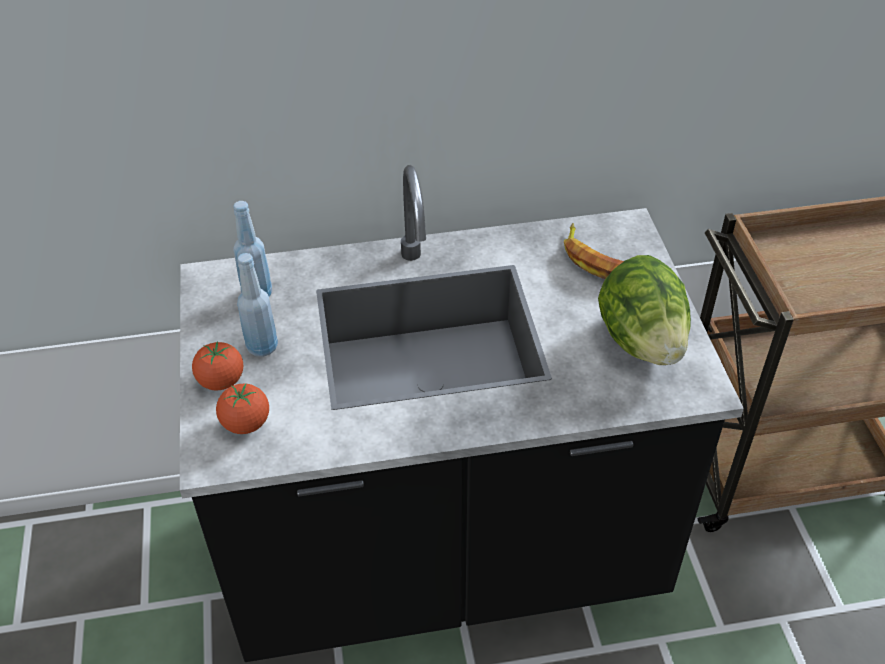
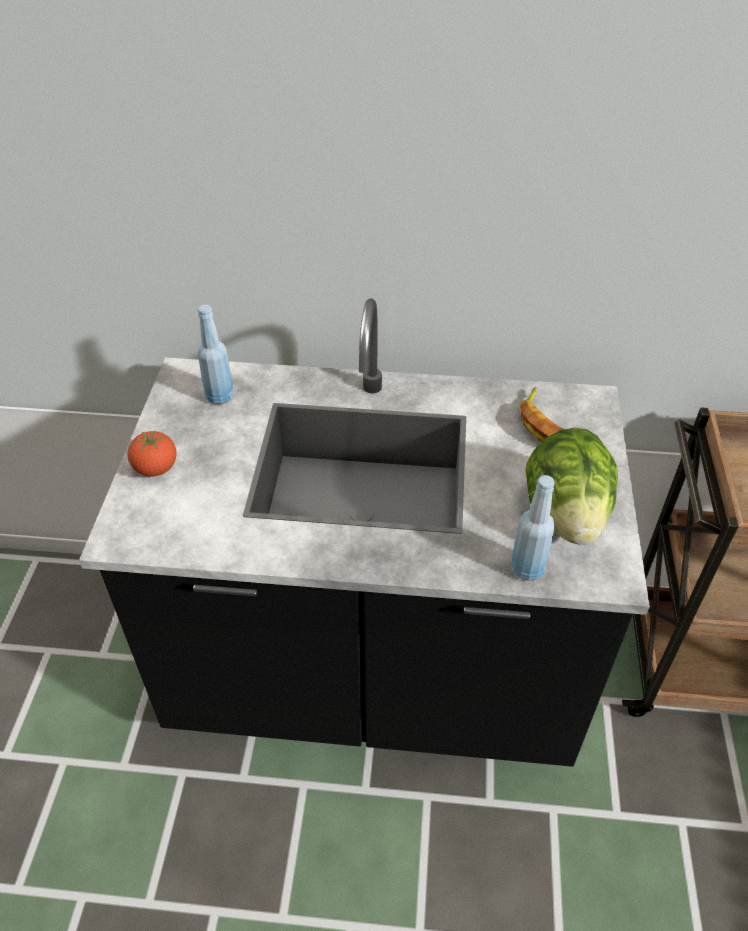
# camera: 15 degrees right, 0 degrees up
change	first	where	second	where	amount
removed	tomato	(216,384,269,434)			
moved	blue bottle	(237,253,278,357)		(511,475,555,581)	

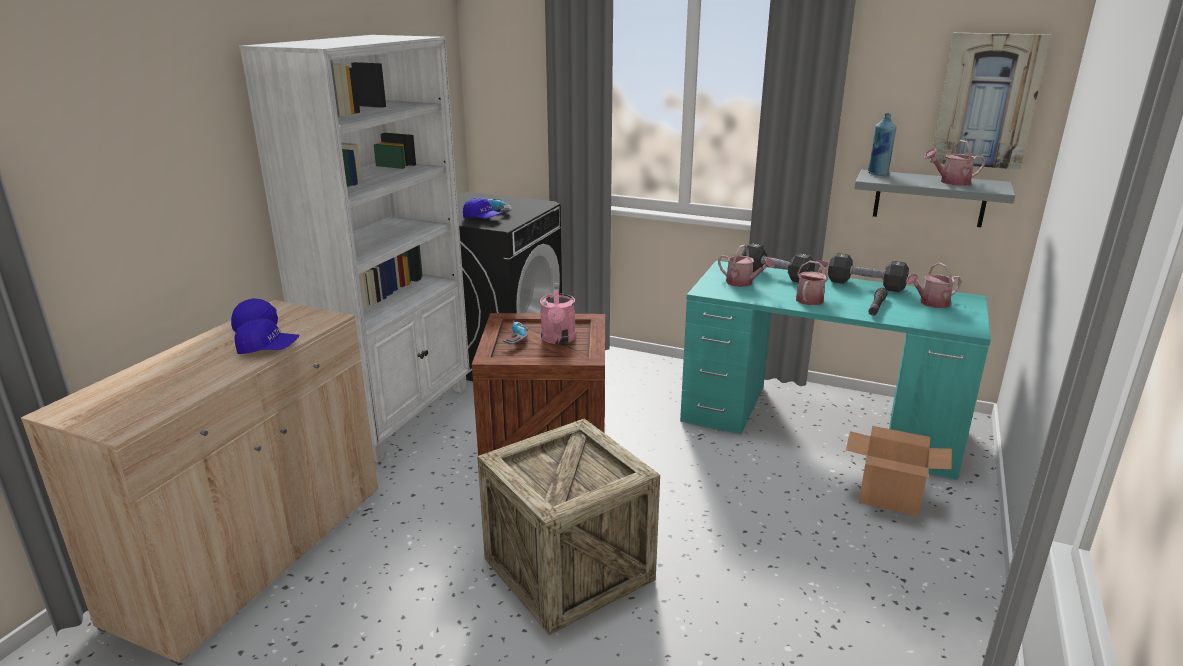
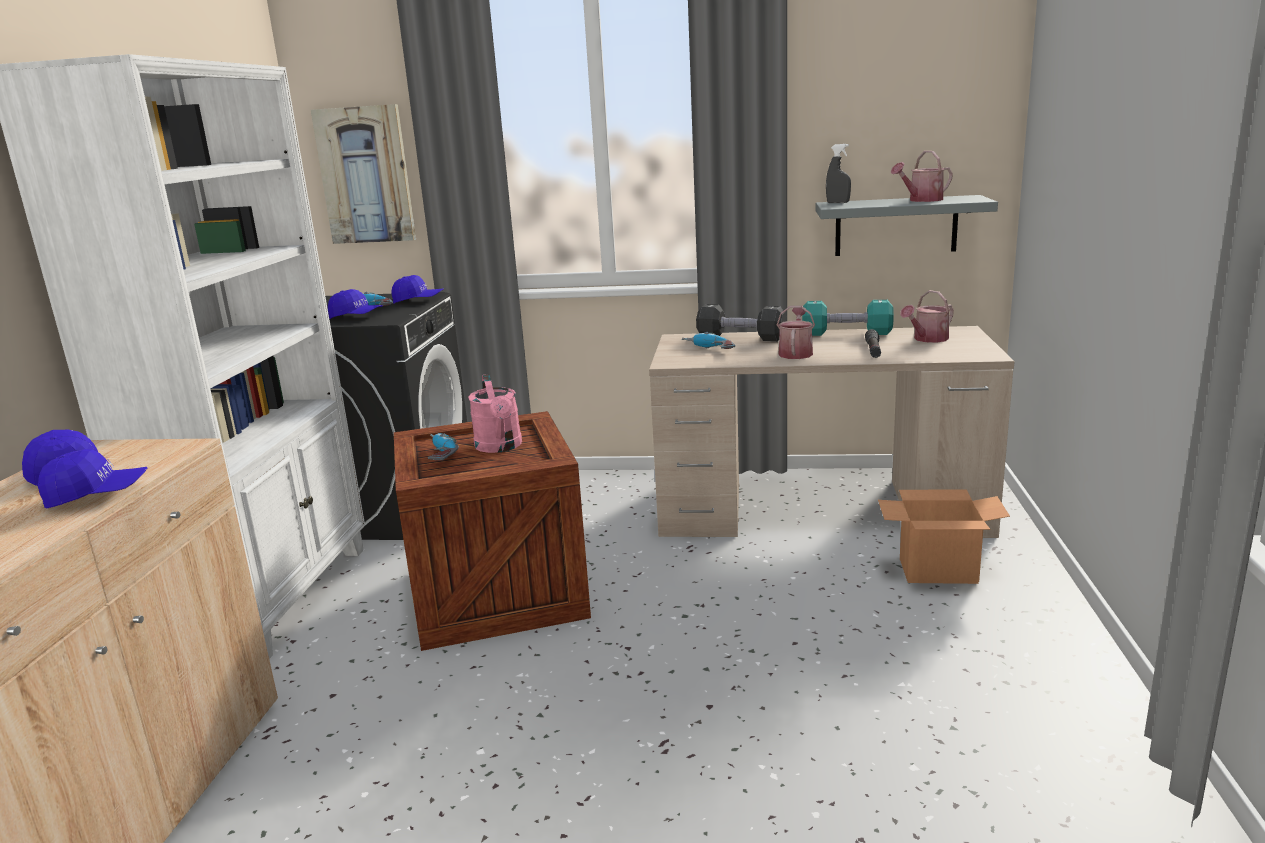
# camera: 15 degrees left, 5 degrees down
change	first	where	second	where	amount
removed	crate	(477,419,660,635)			
recoloured	turquoise desk	(680,261,991,480)	beige desk	(649,326,1015,538)	
replaced	watering can	(718,244,774,287)	power drill	(682,332,735,349)	
recoloured	black dumbbell	(828,253,909,292)	turquoise dumbbell	(802,300,894,336)	
replaced	blue bottle	(867,113,896,176)	grey spray bottle	(826,144,851,203)	
moved	picture	(930,33,1051,170)		(311,104,416,244)	
added			blue cap	(391,275,443,304)	

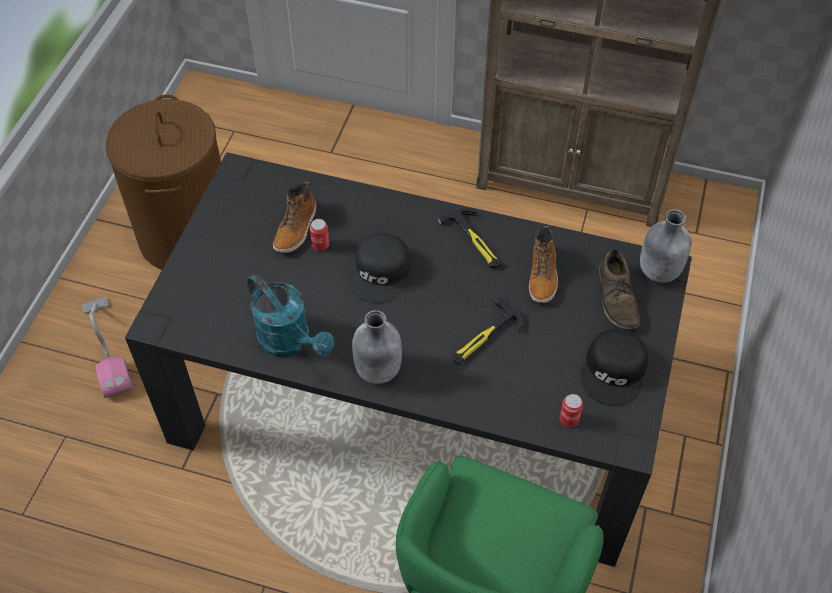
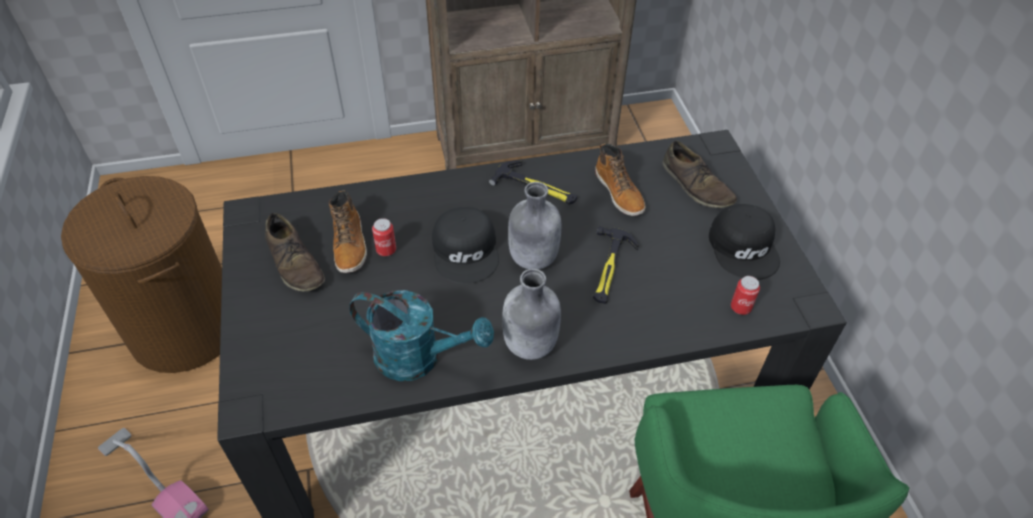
# camera: 30 degrees left, 5 degrees down
change	first	where	second	where	amount
moved	grey bottle	(640,210,691,283)		(508,182,561,269)	
added			brown shoe	(265,213,325,292)	

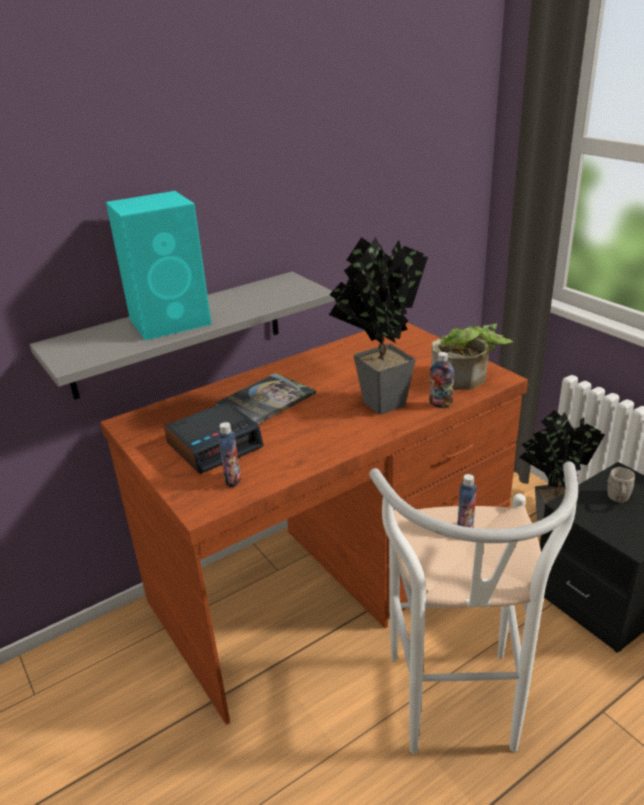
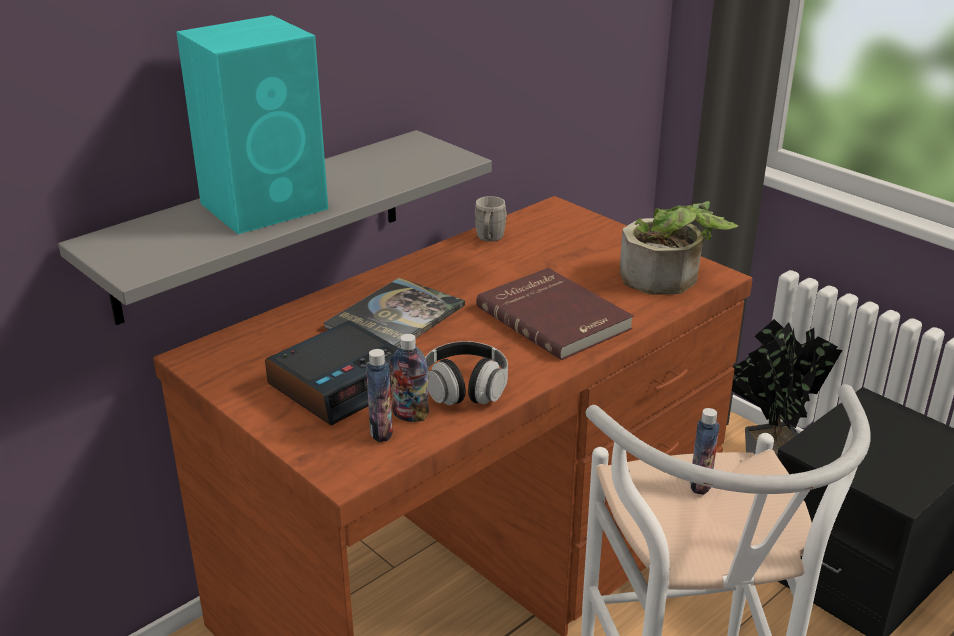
# camera: 10 degrees left, 0 degrees up
change	first	where	second	where	amount
replaced	potted plant	(329,236,428,414)	red book	(476,268,634,360)	
moved	bottle	(429,352,454,408)		(390,334,429,422)	
moved	grey mug	(607,467,635,503)		(474,196,507,242)	
added			headphones	(425,341,508,405)	

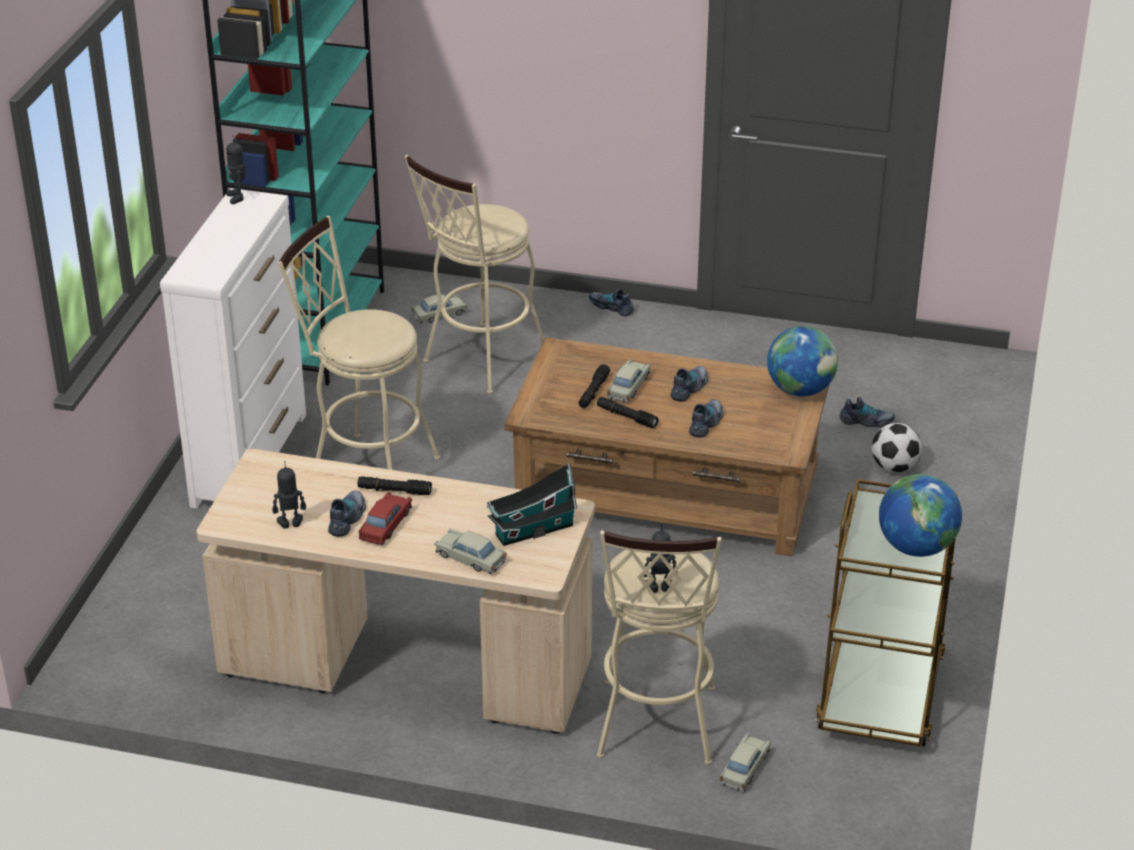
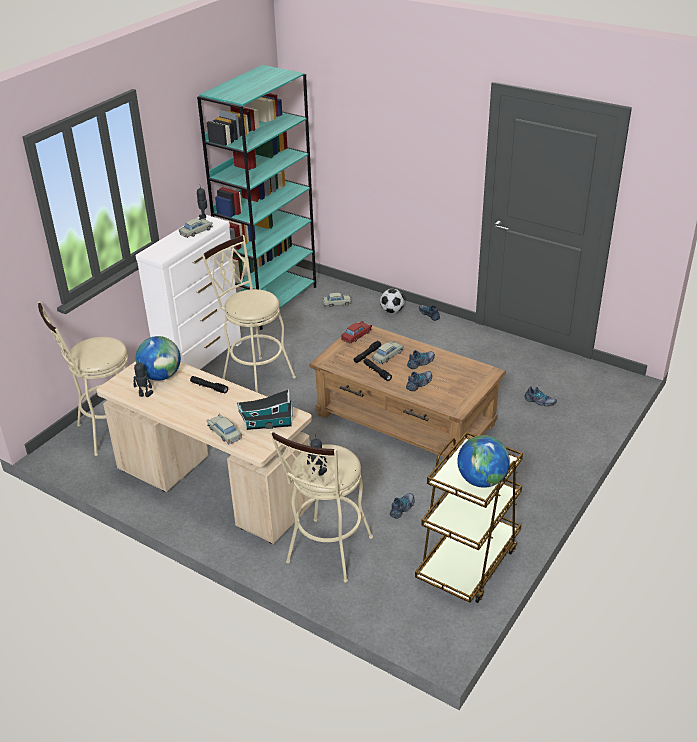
# camera: 20 degrees right, 0 degrees up
change	first	where	second	where	amount
moved	shoe	(328,491,366,537)		(390,493,414,518)	
moved	red toy car	(359,492,412,545)		(341,321,372,344)	
moved	beige stool	(405,155,544,394)		(38,301,128,456)	
moved	beige toy car	(719,733,771,791)		(179,218,213,238)	
moved	globe	(767,326,838,397)		(136,336,181,381)	
moved	football	(871,423,922,473)		(380,289,405,313)	

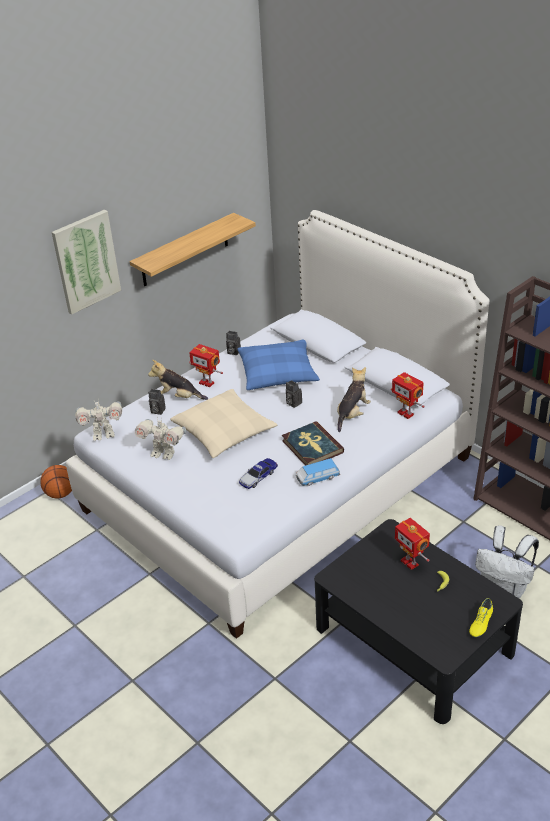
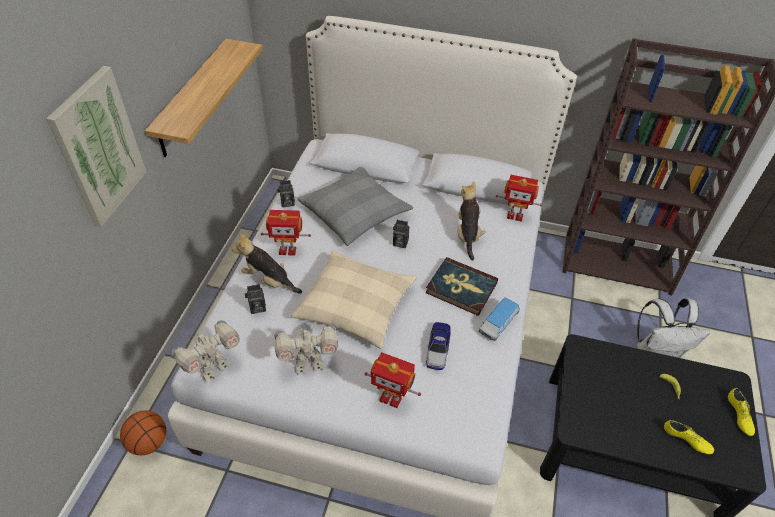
# camera: 35 degrees left, 10 degrees up
change	first	where	second	where	amount
turned	plush toy	(148,360,208,400)		(232,233,302,294)	45 degrees clockwise
recoloured	blue pillow	(237,339,320,390)	grey pillow	(298,167,413,246)	
moved	toy robot	(395,518,430,570)		(364,352,421,408)	
added			yellow shoe	(664,420,714,454)	

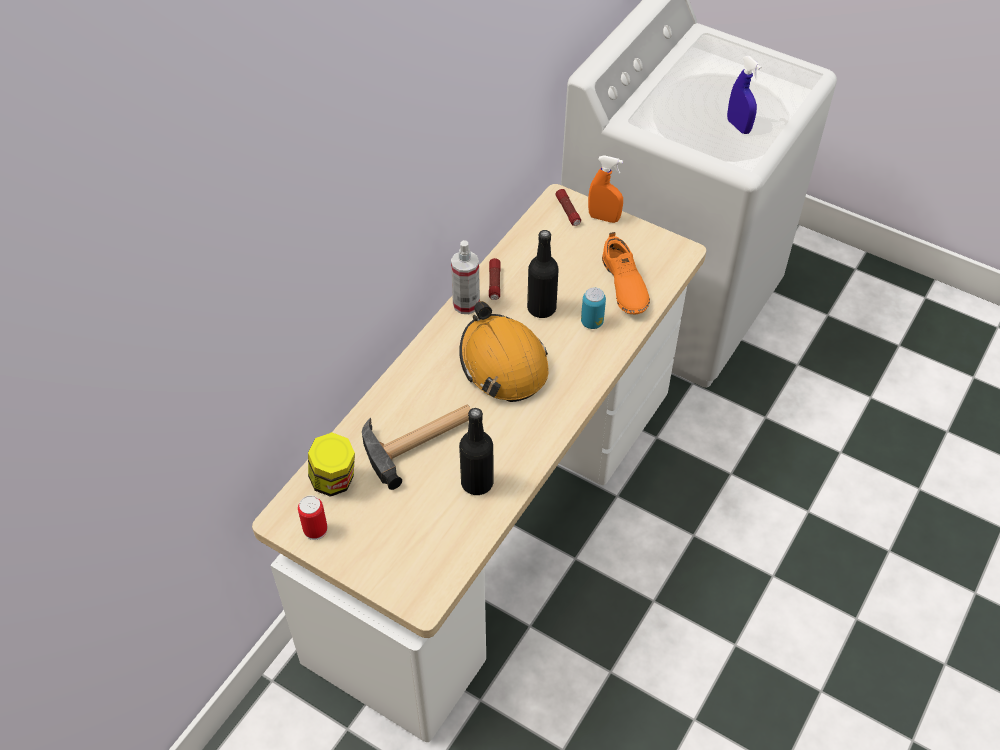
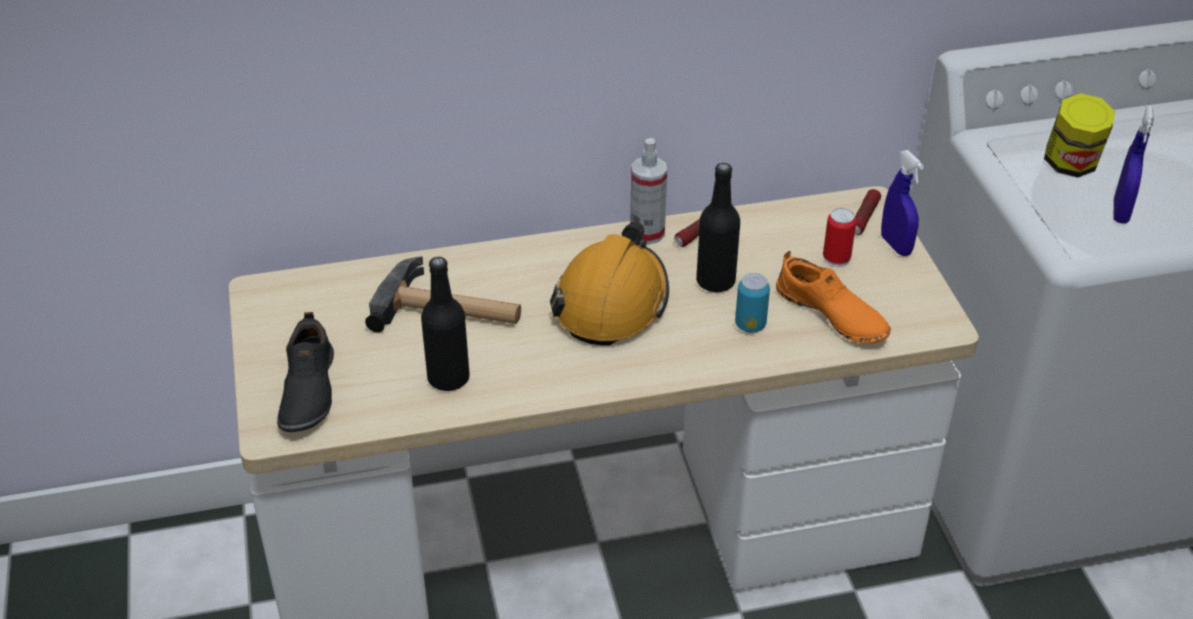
# camera: 45 degrees right, 10 degrees down
change	first	where	second	where	amount
moved	can	(298,496,328,540)		(823,208,856,267)	
moved	jar	(308,432,355,497)		(1044,93,1115,177)	
recoloured	orange spray bottle	(588,155,623,223)	blue spray bottle	(881,150,924,256)	
turned	orange shoe	(602,232,650,314)		(776,251,891,343)	75 degrees counterclockwise
added			black shoe	(277,312,334,432)	

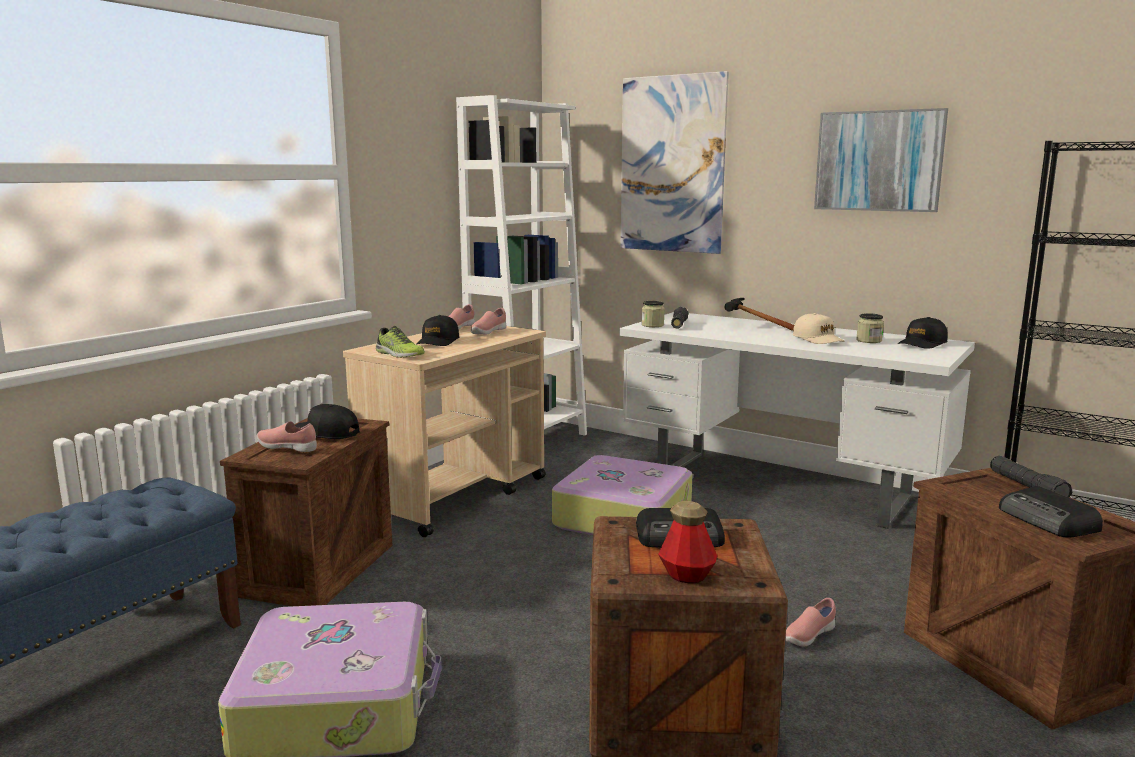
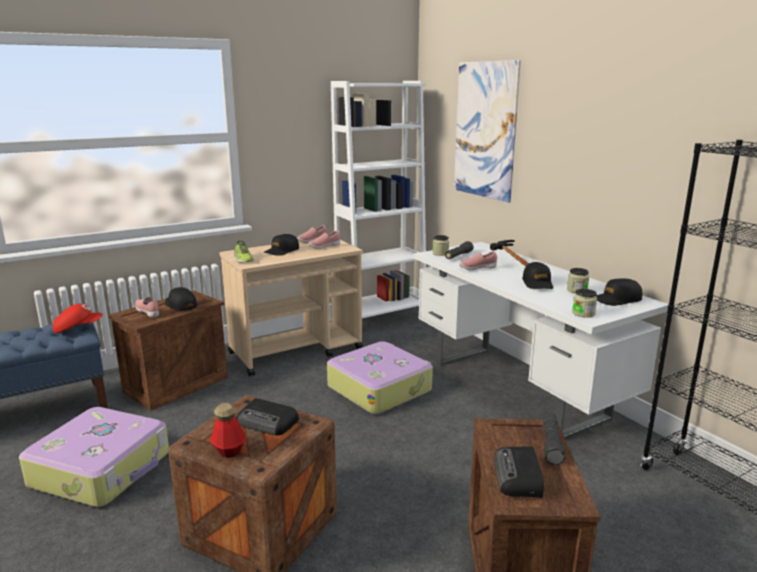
# camera: 25 degrees right, 5 degrees up
change	first	where	second	where	amount
moved	pink shoe	(785,598,836,647)		(459,251,497,270)	
recoloured	beige cap	(793,313,844,344)	black cap	(522,262,553,289)	
removed	picture	(814,108,948,212)			
added			red cap	(53,304,103,333)	
added			jar	(572,289,597,318)	

